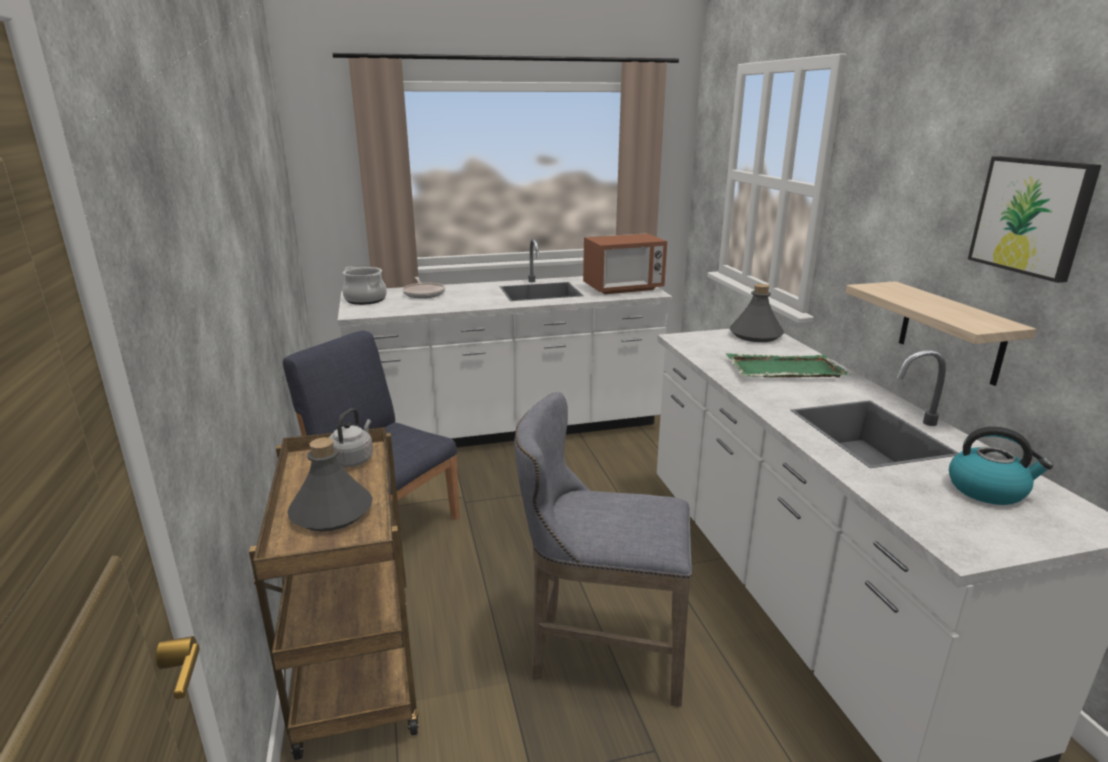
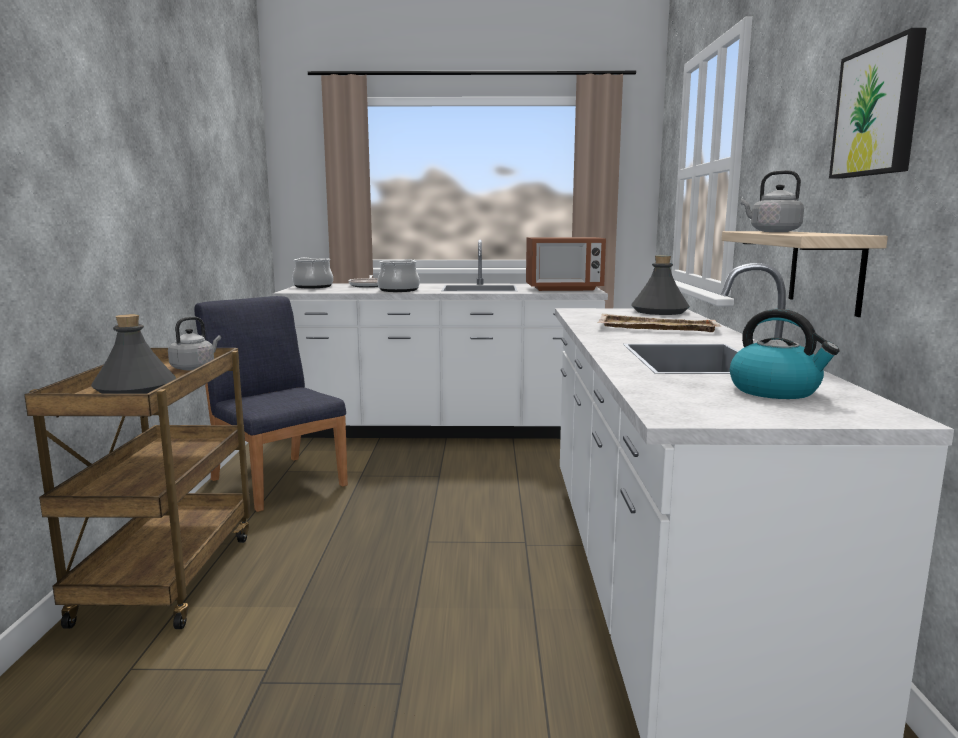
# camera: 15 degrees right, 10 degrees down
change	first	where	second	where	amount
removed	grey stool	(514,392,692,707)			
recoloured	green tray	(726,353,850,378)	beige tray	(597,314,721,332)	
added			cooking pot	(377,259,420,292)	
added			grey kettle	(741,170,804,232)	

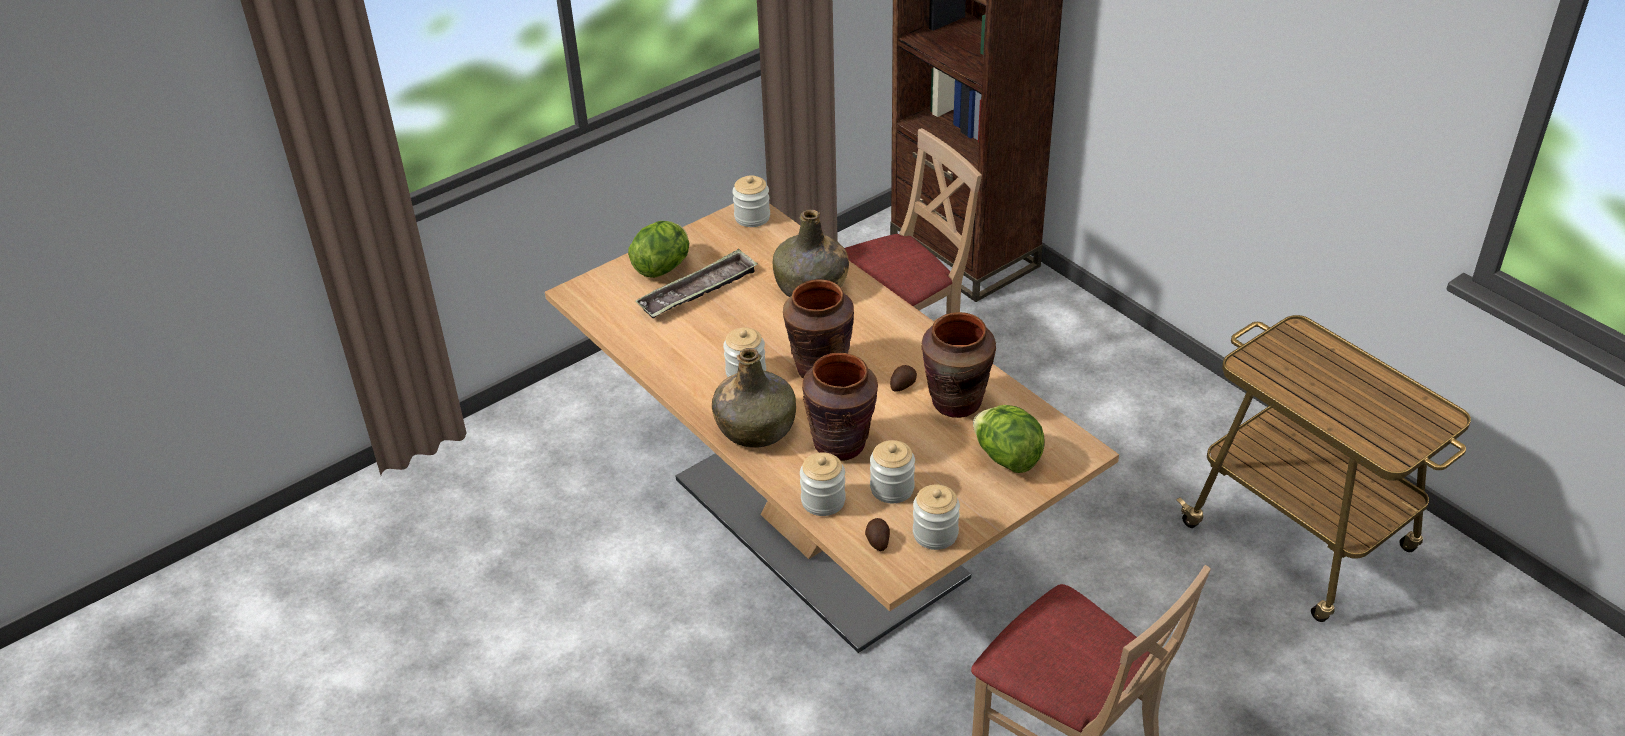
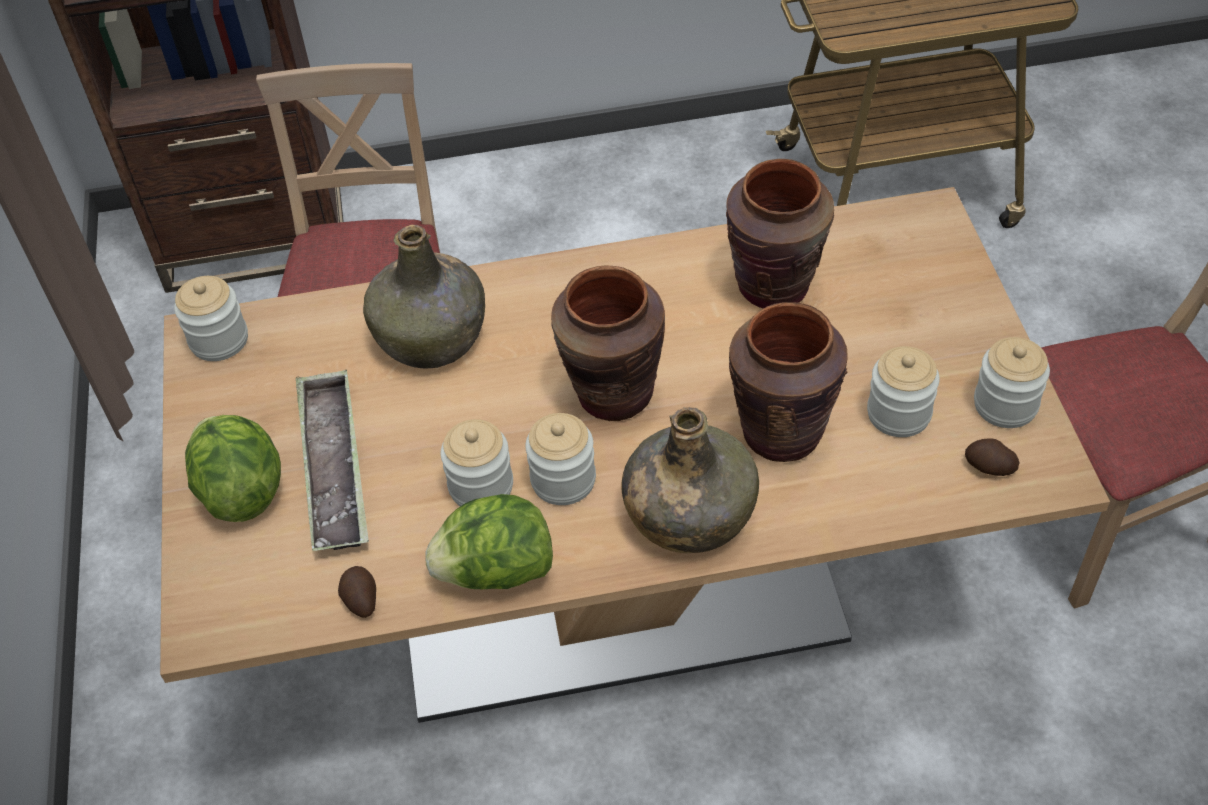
# camera: 60 degrees left, 10 degrees up
change	first	where	second	where	amount
moved	jar	(800,452,846,516)		(440,419,513,506)	
moved	potato	(890,365,917,392)		(338,566,376,618)	
moved	lettuce	(973,405,1045,473)		(425,494,553,589)	

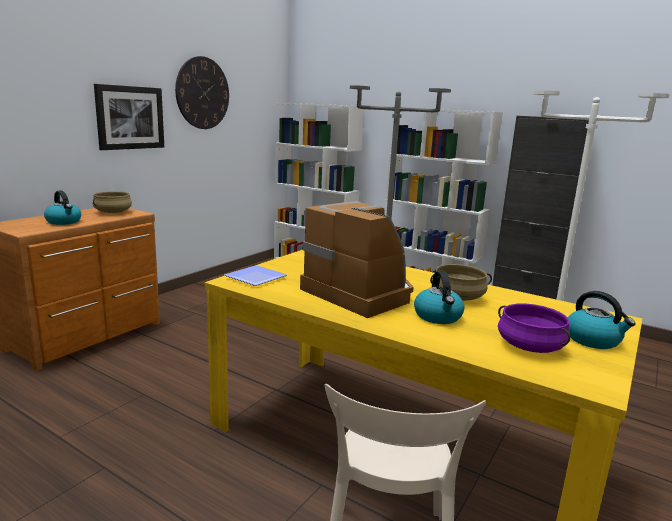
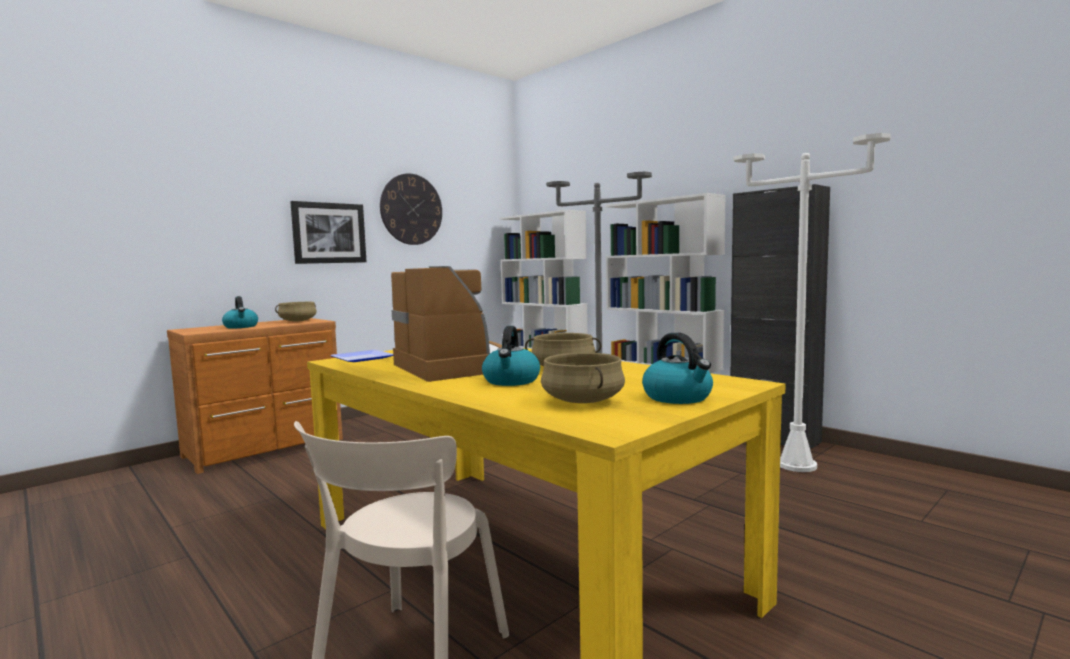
# camera: 15 degrees right, 10 degrees down
change	first	where	second	where	amount
recoloured	purple cooking pot	(498,303,570,353)	beige cooking pot	(541,353,625,403)	

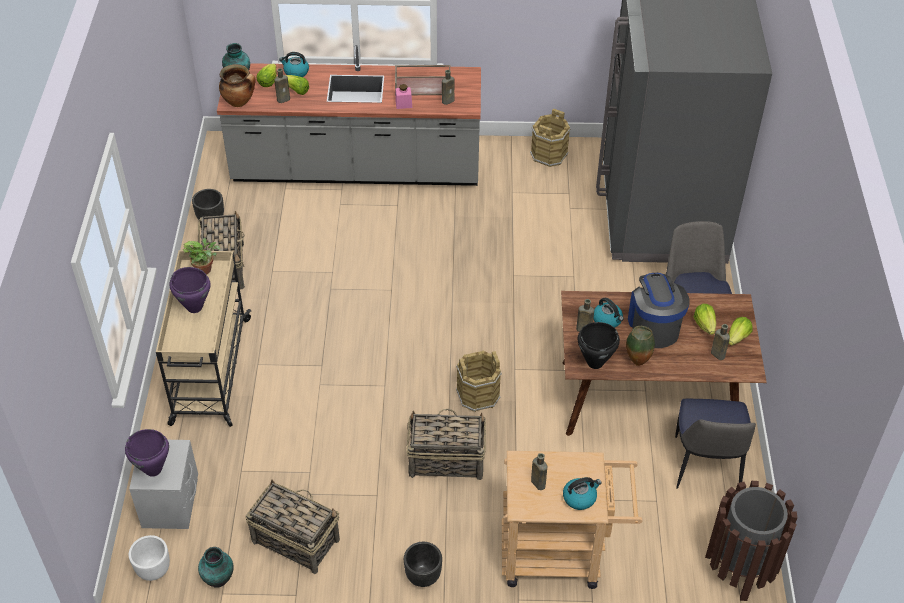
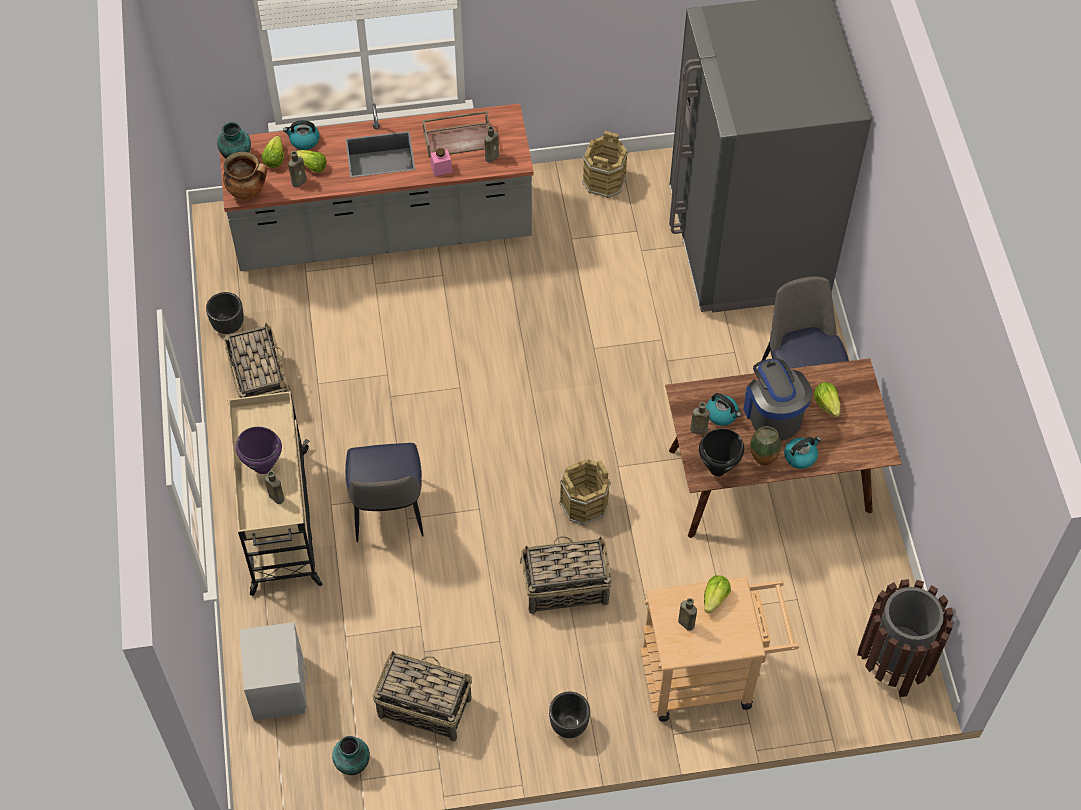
# camera: 10 degrees left, 10 degrees up
change	first	where	second	where	amount
removed	purple cooking pot	(125,429,169,477)			
removed	white planter	(129,535,170,581)			
removed	potted plant	(183,238,221,275)			
moved	kettle	(563,477,602,510)		(784,436,821,469)	
moved	chair	(675,399,756,489)		(345,443,424,542)	
moved	brown bottle	(711,324,730,360)		(265,471,284,504)	
moved	lettuce	(729,317,753,346)		(704,575,731,614)	

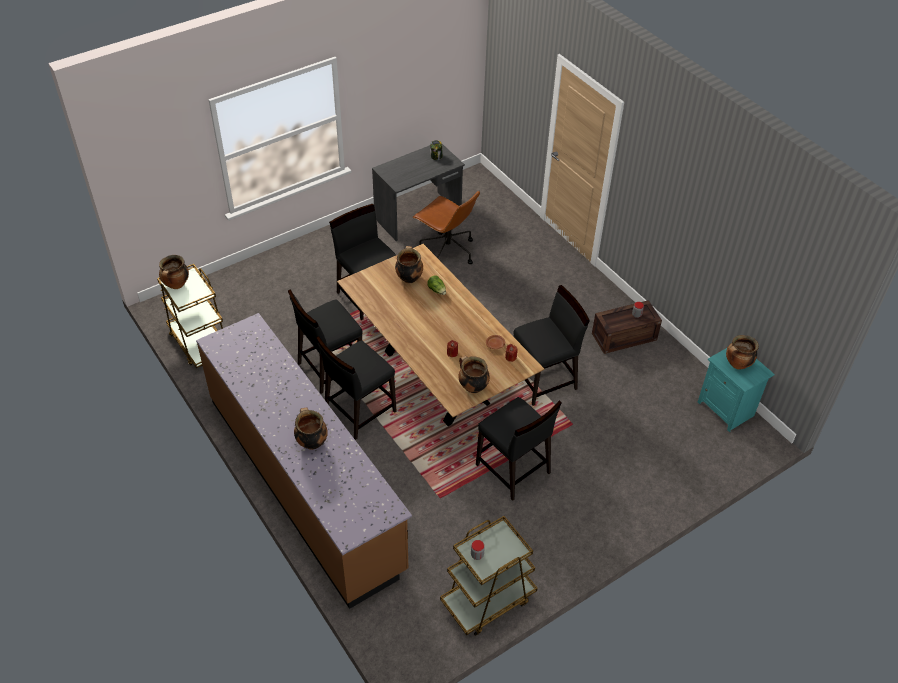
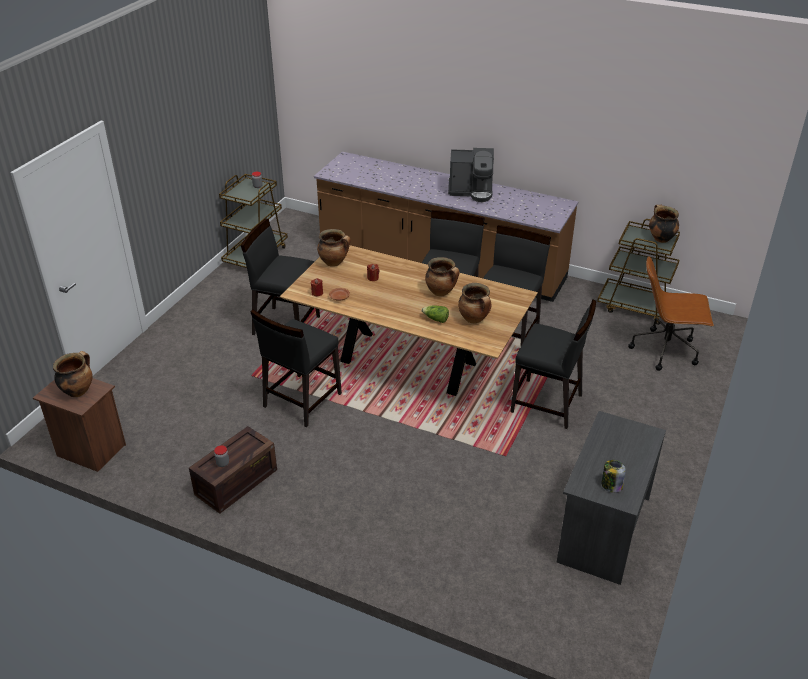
# camera: 150 degrees right, 10 degrees down
change	first	where	second	where	amount
moved	cooking pot	(294,407,328,450)		(425,257,460,296)	
moved	brown office chair	(413,191,480,264)		(628,256,714,371)	
recoloured	turquoise nightstand	(698,347,775,432)	brown nightstand	(33,378,126,472)	
added			coffee machine	(448,148,494,202)	

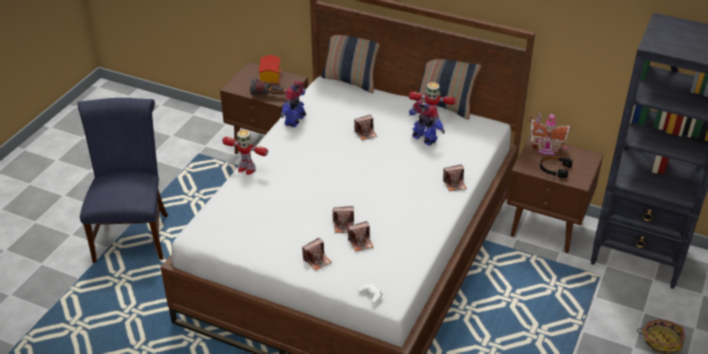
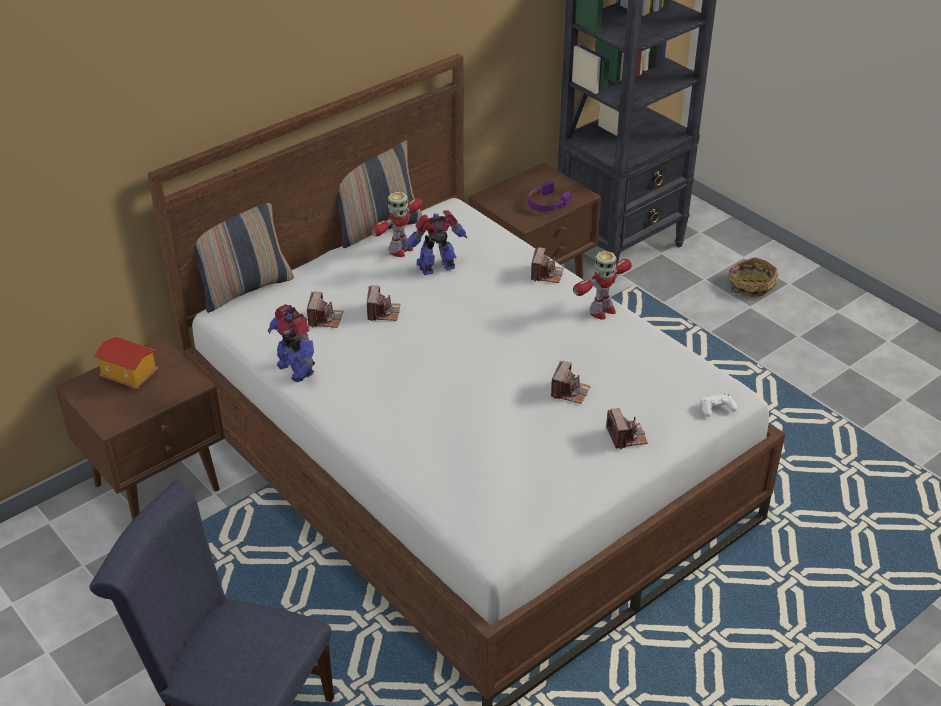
# camera: 65 degrees left, 0 degrees up
change	first	where	second	where	amount
moved	toy robot	(222,130,268,175)		(573,251,632,320)	
removed	flashlight	(250,78,287,96)			
moved	photo camera	(348,221,374,252)		(307,291,343,328)	
removed	toy house	(529,112,573,155)			
recoloured	black headphones	(540,155,573,178)	purple headphones	(528,182,571,211)	

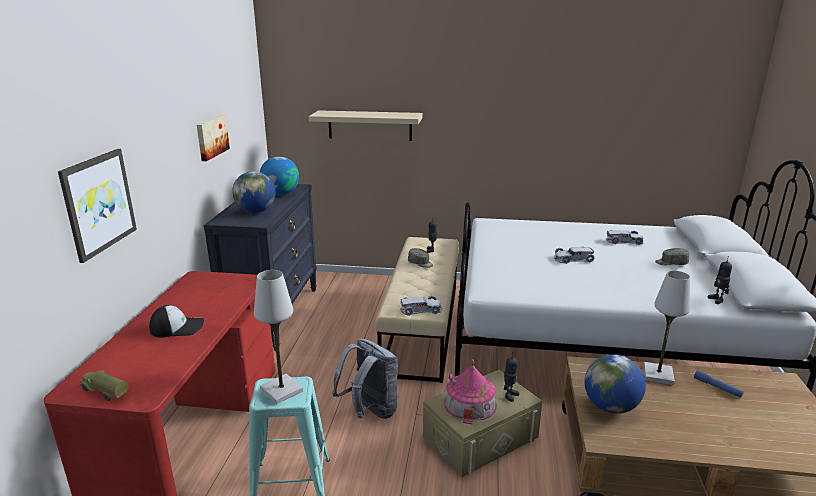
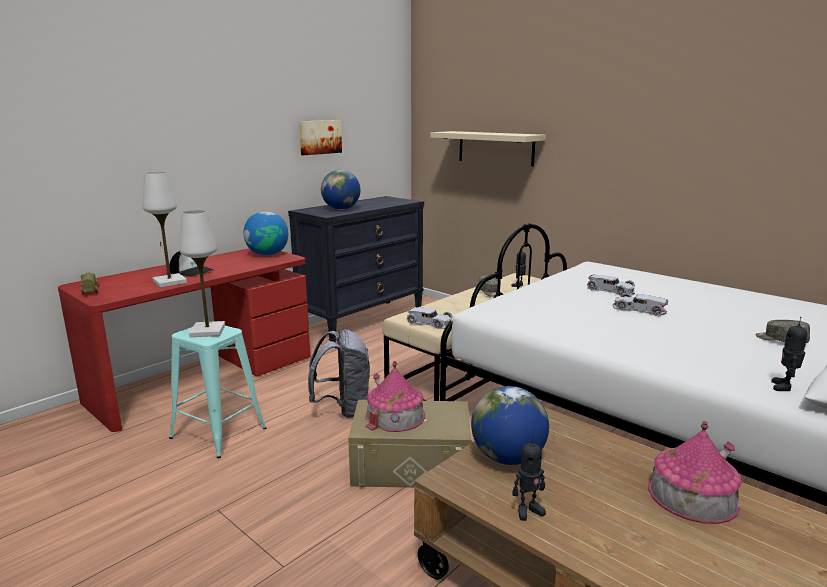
# camera: 35 degrees right, 5 degrees down
change	first	where	second	where	amount
removed	picture	(58,149,137,263)			
moved	globe	(260,157,299,195)		(244,212,288,255)	
moved	toy robot	(504,352,519,402)		(512,434,546,521)	
moved	white toy car	(606,230,644,245)		(587,275,635,296)	
moved	white table lamp	(644,271,690,385)		(143,172,187,288)	
replaced	blue flashlight	(694,370,744,398)	toy house	(648,421,742,524)	

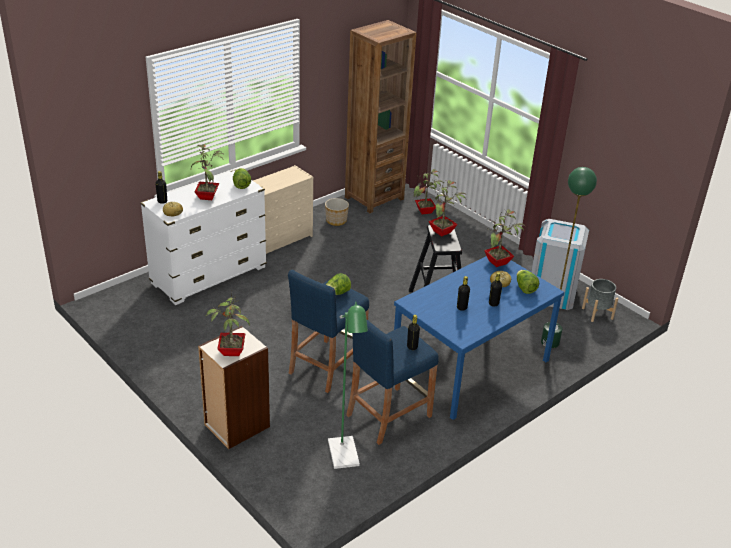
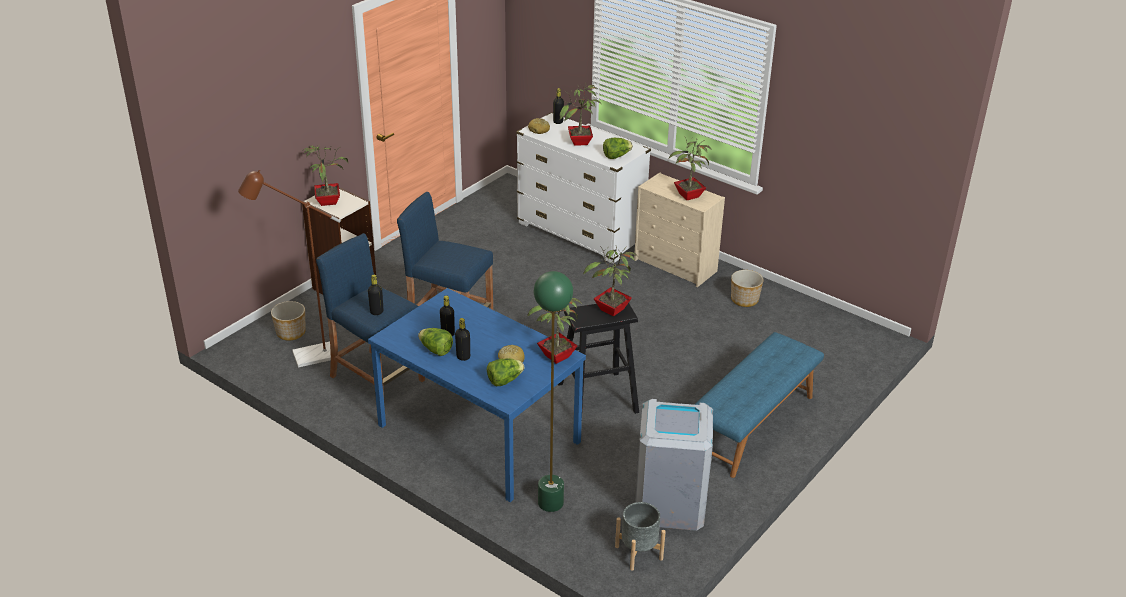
# camera: 80 degrees right, 0 degrees up
change	first	where	second	where	amount
moved	lettuce	(326,273,351,295)		(418,328,453,356)	
recoloured	green floor lamp	(328,302,368,469)	brown floor lamp	(238,170,341,368)	
removed	brown bookcase	(345,20,417,213)			
moved	potted plant	(414,169,444,214)		(669,137,712,200)	
added			planter	(271,301,306,340)	
added			blue bench	(694,332,824,478)	

